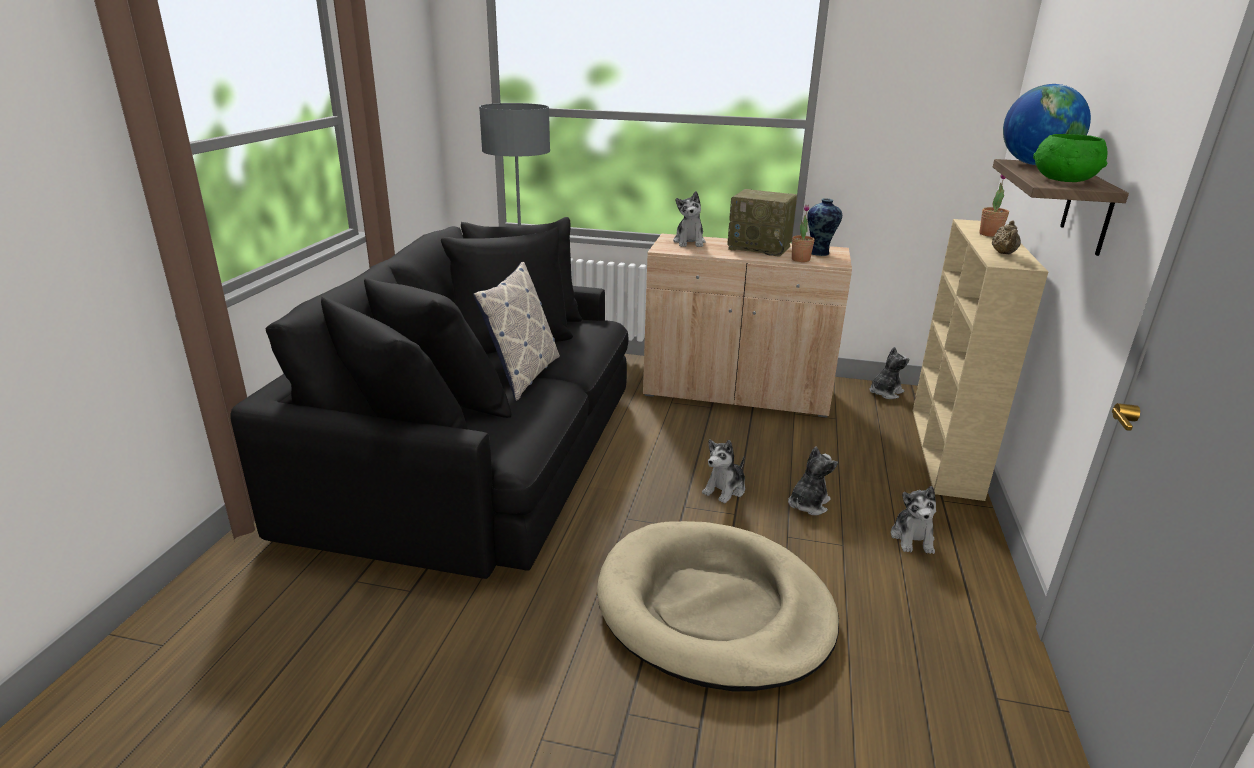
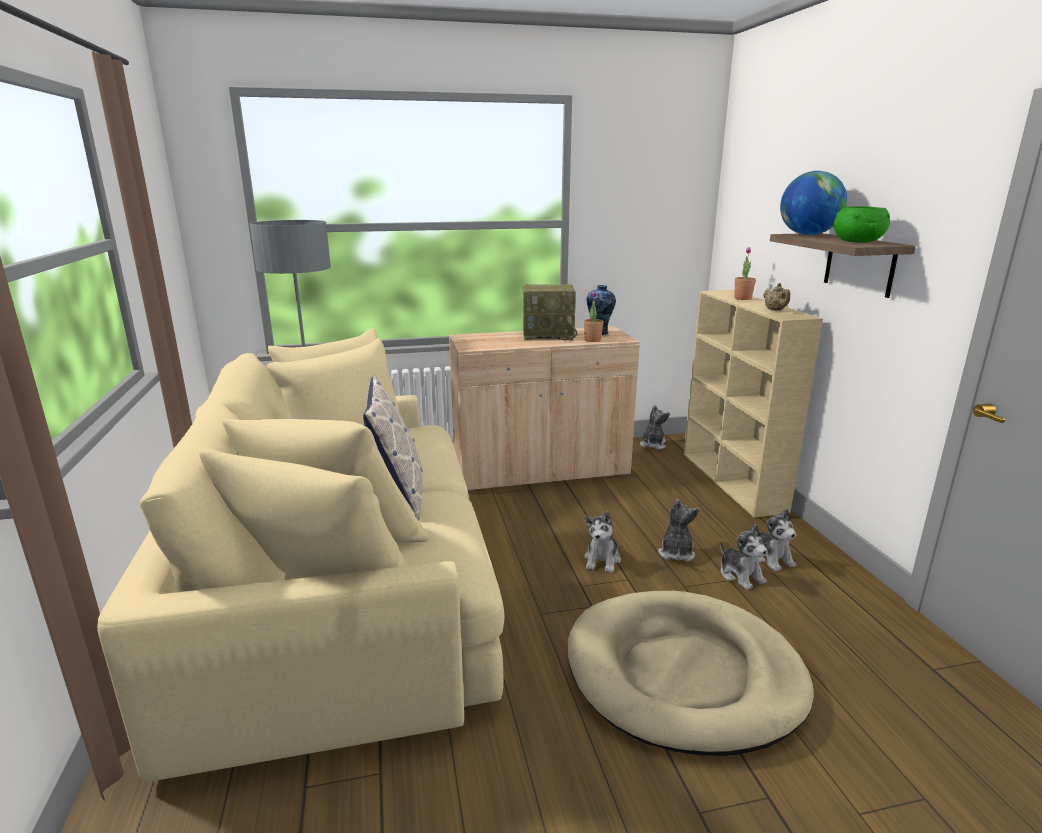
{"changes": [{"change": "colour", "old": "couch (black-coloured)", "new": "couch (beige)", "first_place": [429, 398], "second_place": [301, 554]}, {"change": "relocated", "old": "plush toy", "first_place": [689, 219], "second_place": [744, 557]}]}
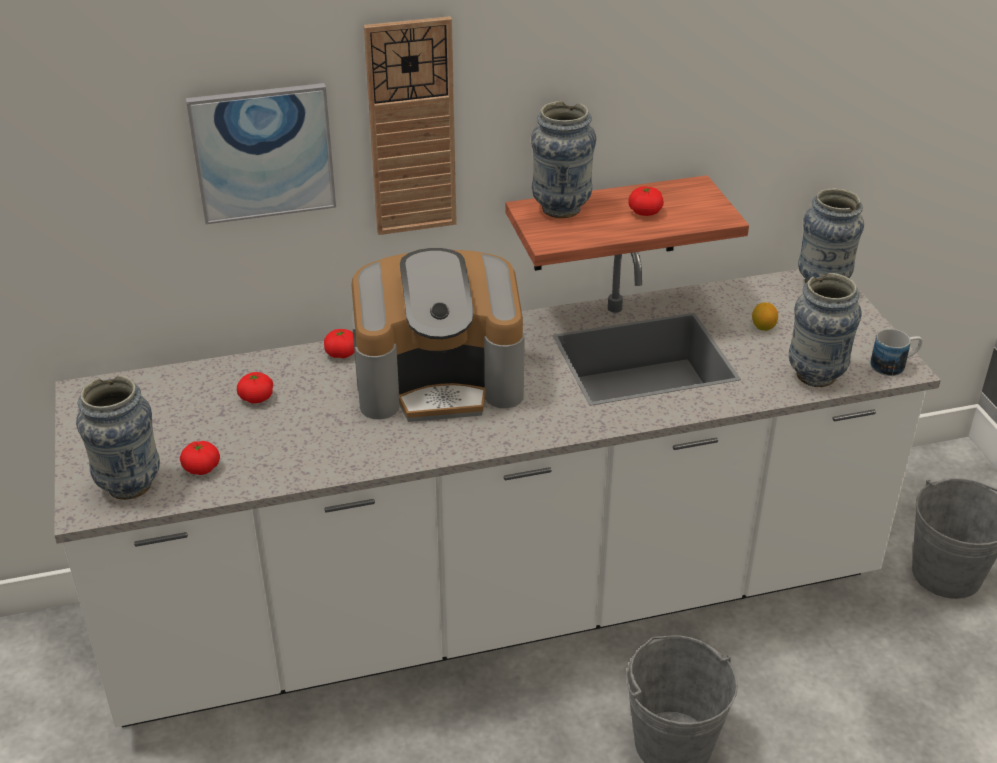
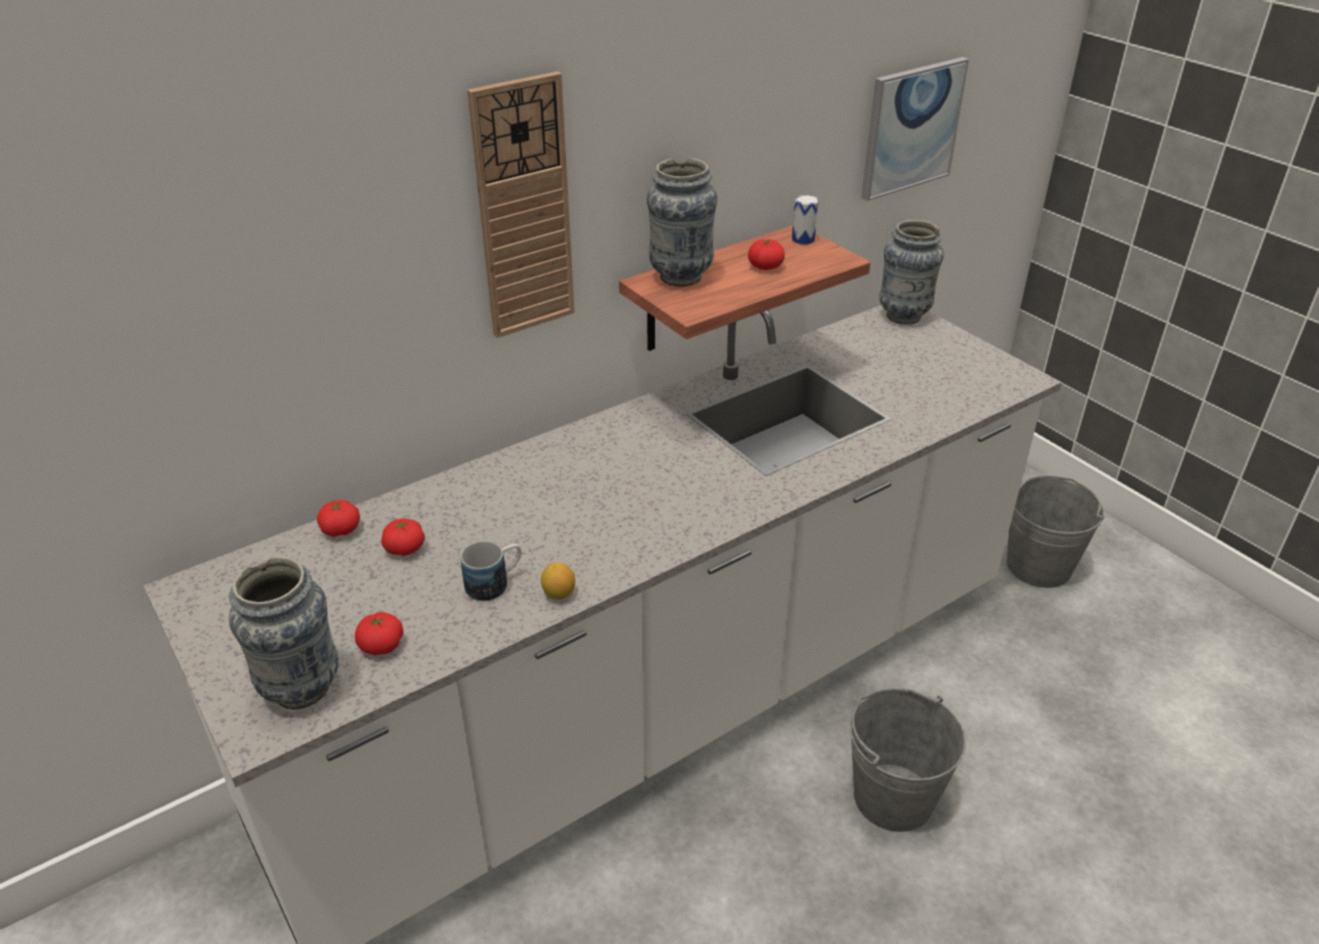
{"changes": [{"change": "relocated", "old": "wall art", "first_place": [261, 153], "second_place": [915, 129]}, {"change": "relocated", "old": "tomato", "first_place": [339, 343], "second_place": [338, 518]}, {"change": "missing", "old": "coffee machine", "first_place": [438, 335]}, {"change": "relocated", "old": "citrus fruit", "first_place": [765, 316], "second_place": [558, 581]}, {"change": "missing", "old": "vase", "first_place": [825, 330]}, {"change": "relocated", "old": "tea mug", "first_place": [896, 352], "second_place": [491, 571]}, {"change": "appeared", "new": "sealed can", "second_place": [805, 220]}]}
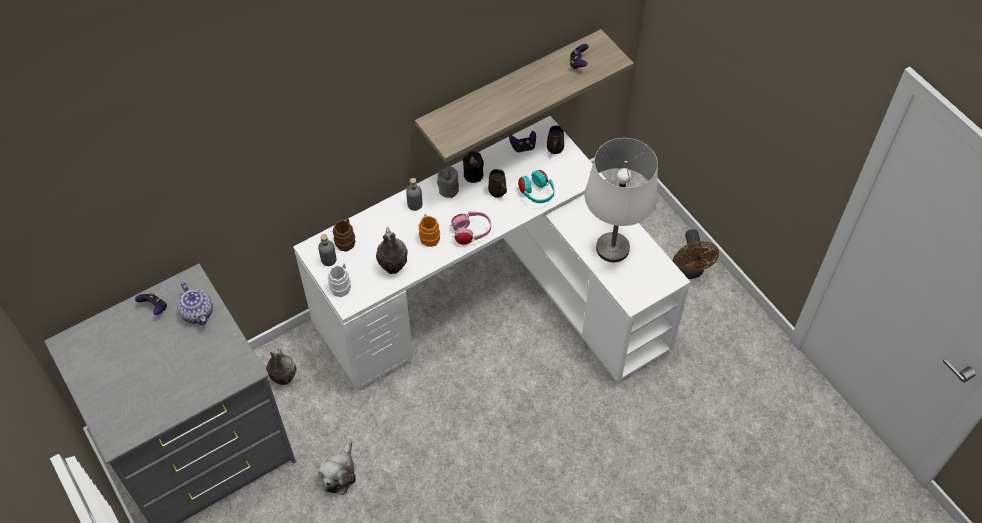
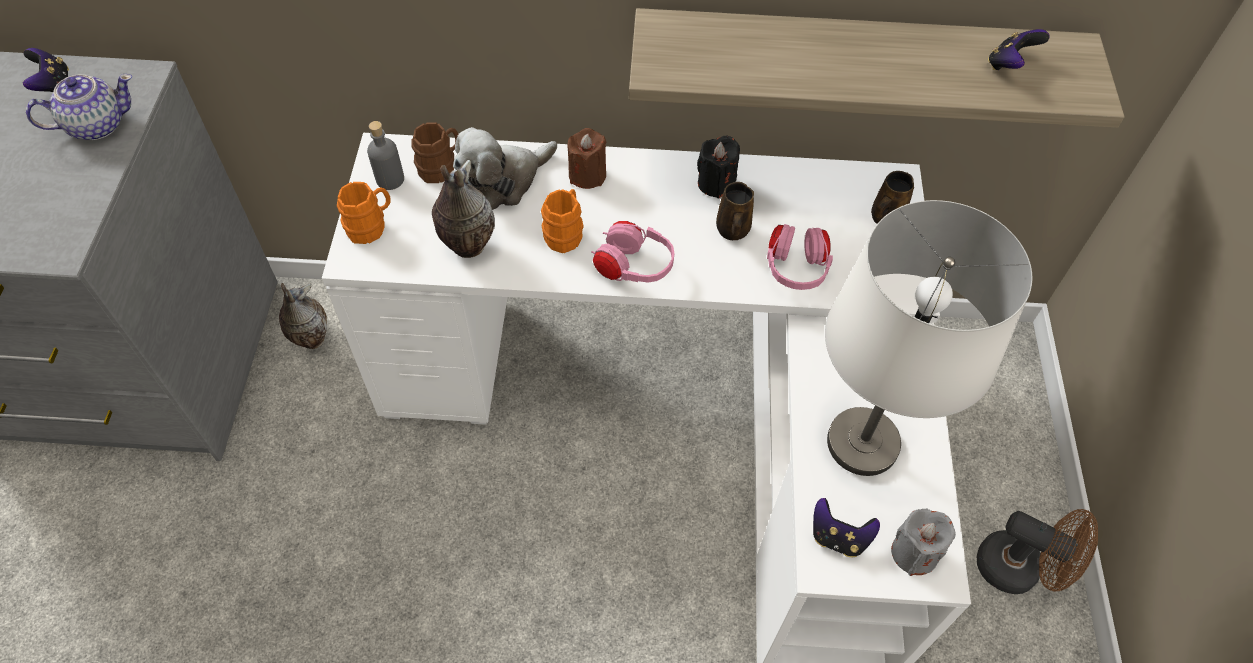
{"changes": [{"change": "spun", "old": "tea pot", "first_place": [195, 303], "second_place": [79, 107], "degrees": -120}, {"change": "relocated", "old": "plush toy", "first_place": [337, 467], "second_place": [505, 168]}, {"change": "colour", "old": "tea mug (white)", "new": "tea mug (orangey)", "first_place": [339, 280], "second_place": [364, 213]}, {"change": "exchanged", "old": "beverage bottle (grey)", "new": "candle (brown)", "first_place": [414, 194], "second_place": [586, 158]}, {"change": "relocated", "old": "candle (grey)", "first_place": [448, 182], "second_place": [923, 542]}, {"change": "relocated", "old": "joypad", "first_place": [522, 142], "second_place": [846, 527]}, {"change": "colour", "old": "headset (blue-green)", "new": "headset (pinkish)", "first_place": [536, 186], "second_place": [800, 257]}, {"change": "spun", "old": "cooling fan (brown)", "first_place": [696, 254], "second_place": [1037, 551], "degrees": -90}]}
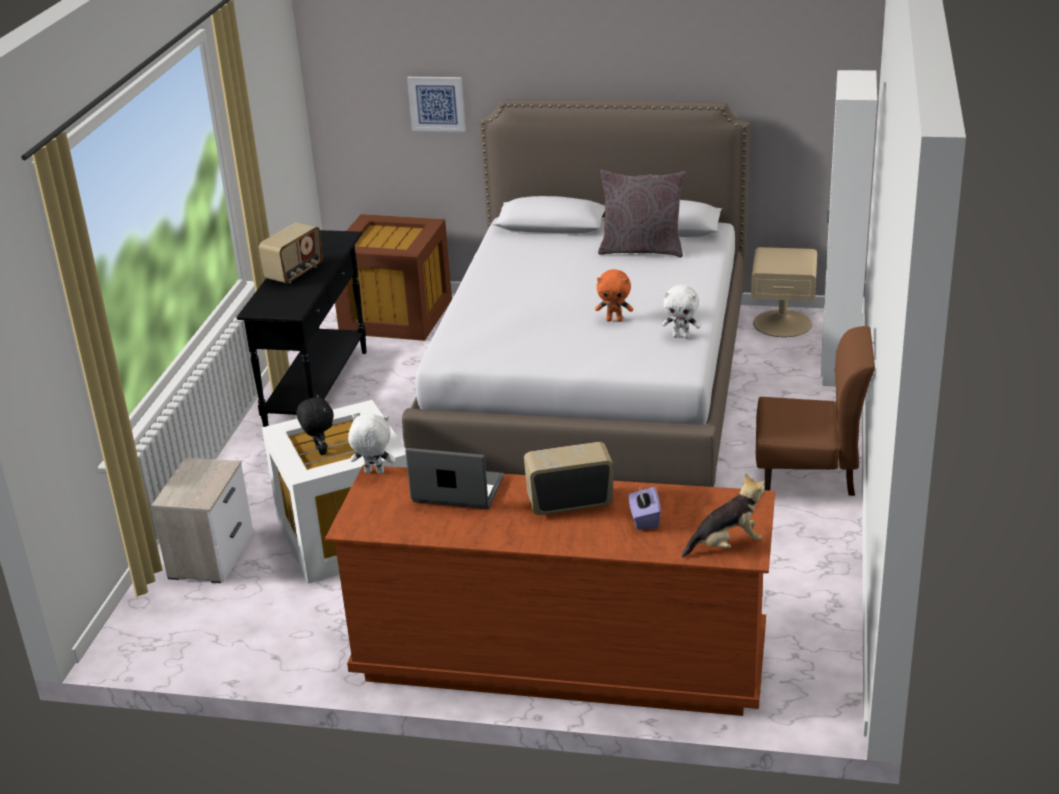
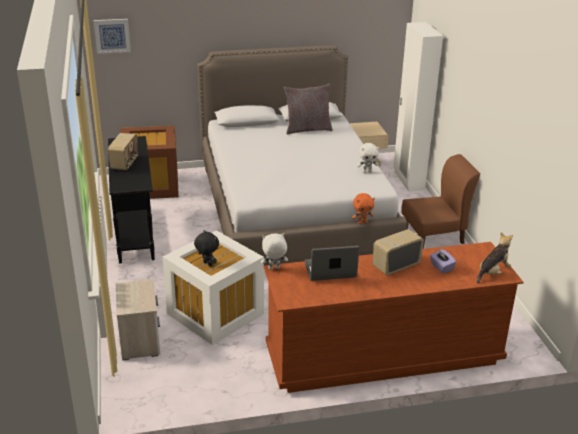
{"changes": [{"change": "relocated", "old": "wall art", "first_place": [436, 104], "second_place": [112, 36]}, {"change": "relocated", "old": "plush toy (orangey)", "first_place": [614, 295], "second_place": [363, 208]}]}
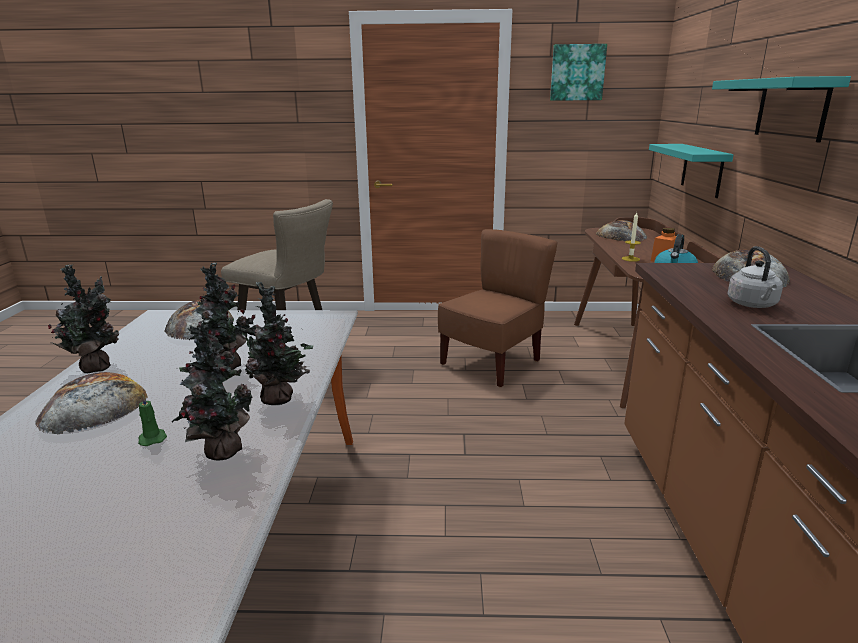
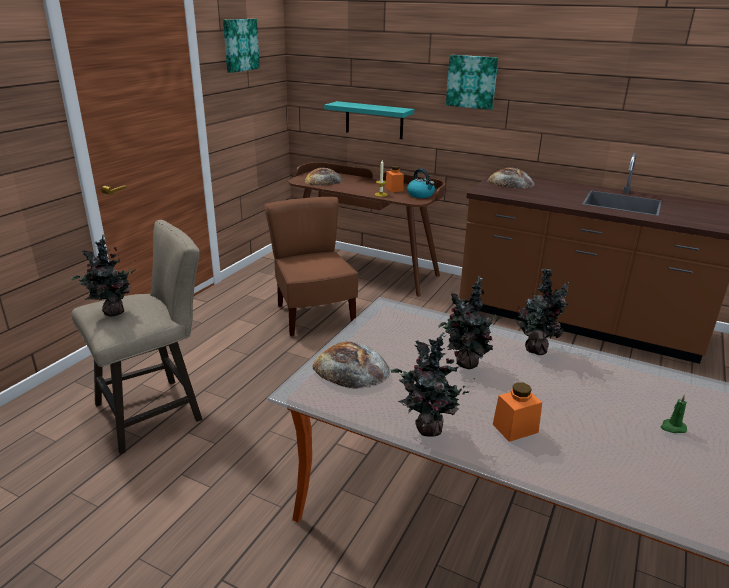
{"changes": [{"change": "exchanged", "old": "bakery bread", "new": "preserve jar (orangey)", "first_place": [91, 403], "second_place": [517, 412]}, {"change": "relocated", "old": "candle (green-coloured)", "first_place": [152, 420], "second_place": [673, 413]}, {"change": "relocated", "old": "plant in a pot", "first_place": [212, 389], "second_place": [103, 276]}, {"change": "exchanged", "old": "wall shelf (blue-green)", "new": "wall art", "first_place": [781, 109], "second_place": [472, 82]}, {"change": "missing", "old": "tea kettle (grey)", "first_place": [755, 277]}]}
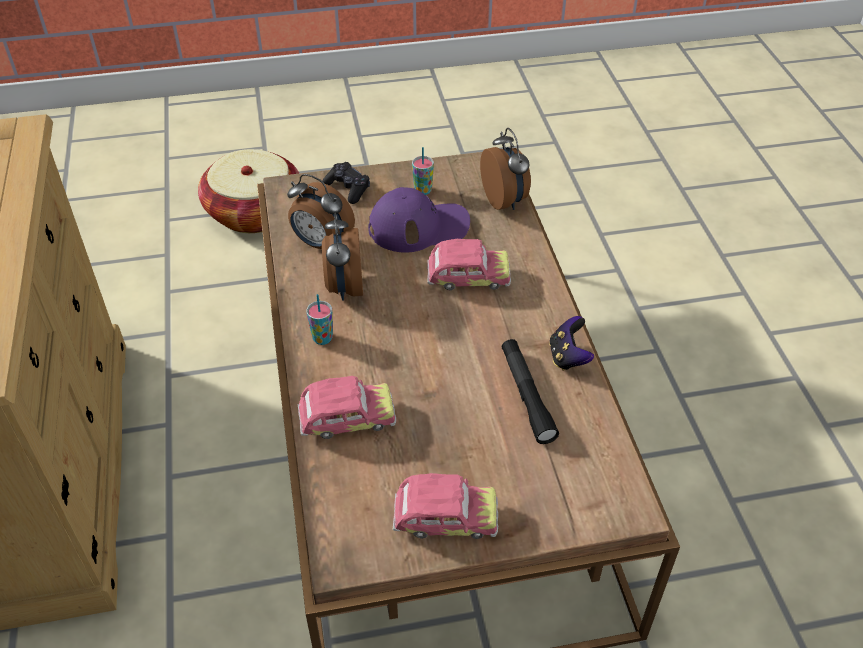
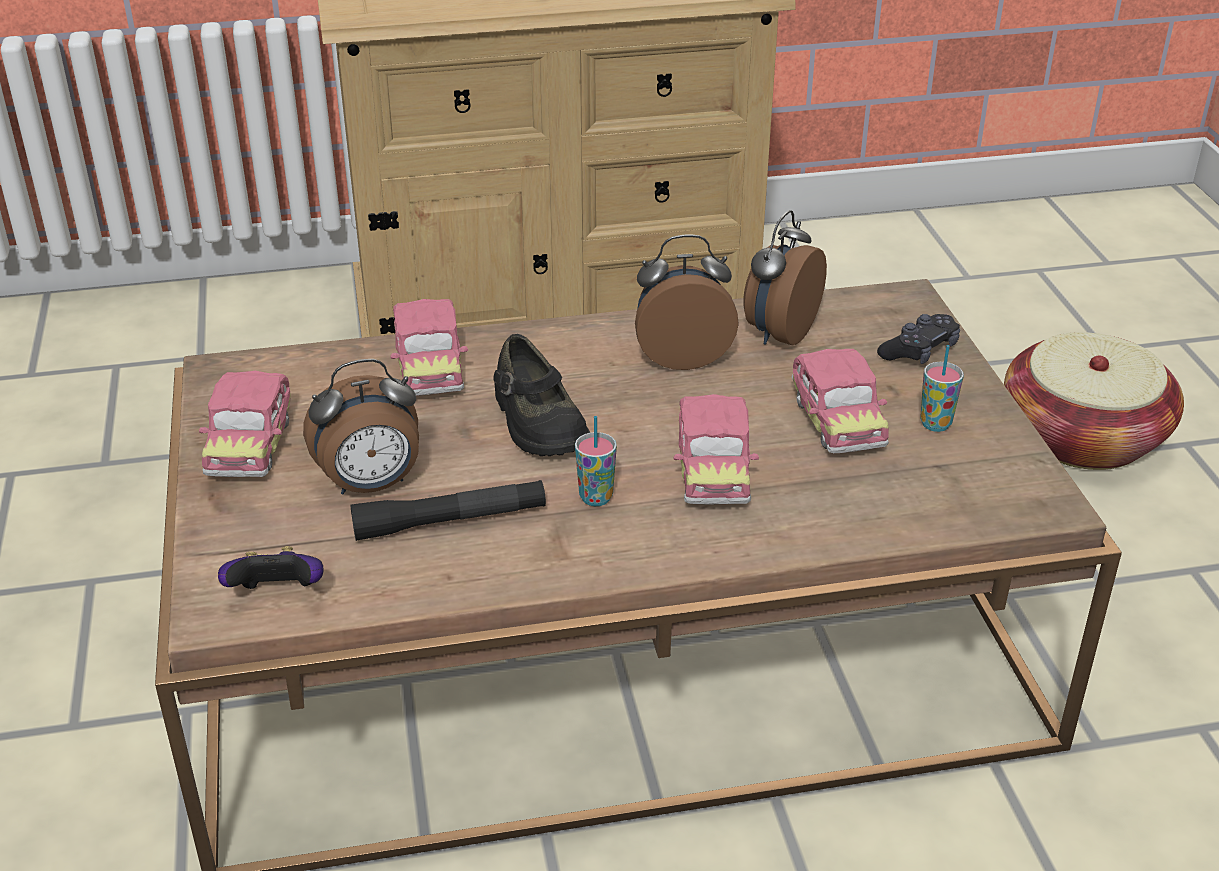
{"changes": [{"change": "relocated", "old": "small cup", "first_place": [319, 319], "second_place": [596, 461]}, {"change": "exchanged", "old": "baseball cap (purplish)", "new": "miniature car", "first_place": [419, 220], "second_place": [840, 401]}, {"change": "relocated", "old": "bedside clock", "first_place": [505, 169], "second_place": [361, 426]}, {"change": "relocated", "old": "joypad", "first_place": [571, 343], "second_place": [270, 567]}, {"change": "appeared", "new": "shoe (black-coloured)", "second_place": [541, 395]}]}
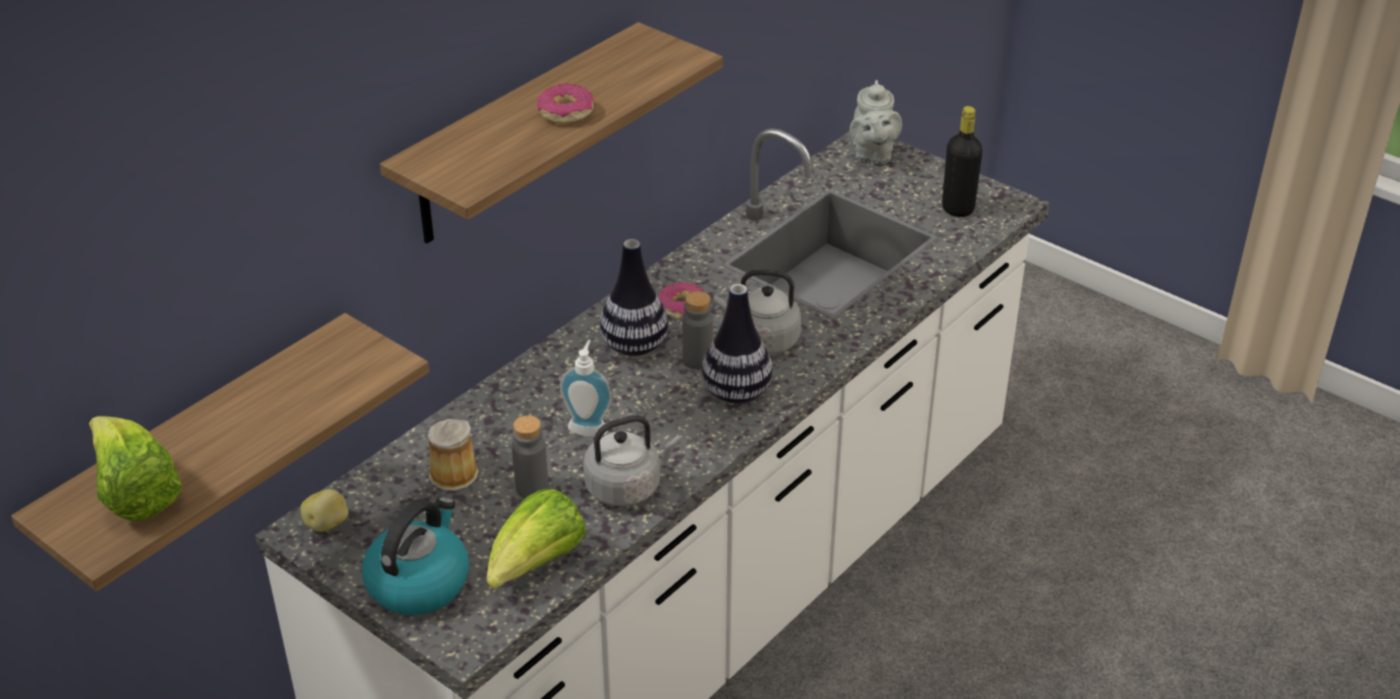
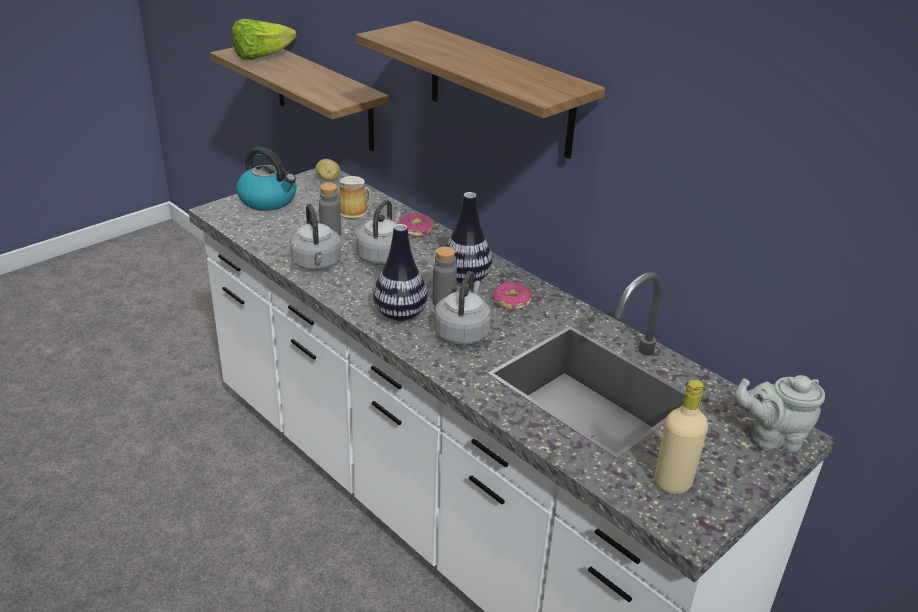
{"changes": [{"change": "missing", "old": "lettuce", "first_place": [536, 539]}, {"change": "relocated", "old": "donut", "first_place": [565, 103], "second_place": [416, 225]}, {"change": "exchanged", "old": "liquid soap bottle", "new": "tea kettle (grey)", "first_place": [586, 388], "second_place": [379, 232]}, {"change": "colour", "old": "beverage bottle (black-coloured)", "new": "beverage bottle (beige)", "first_place": [962, 161], "second_place": [681, 437]}]}
